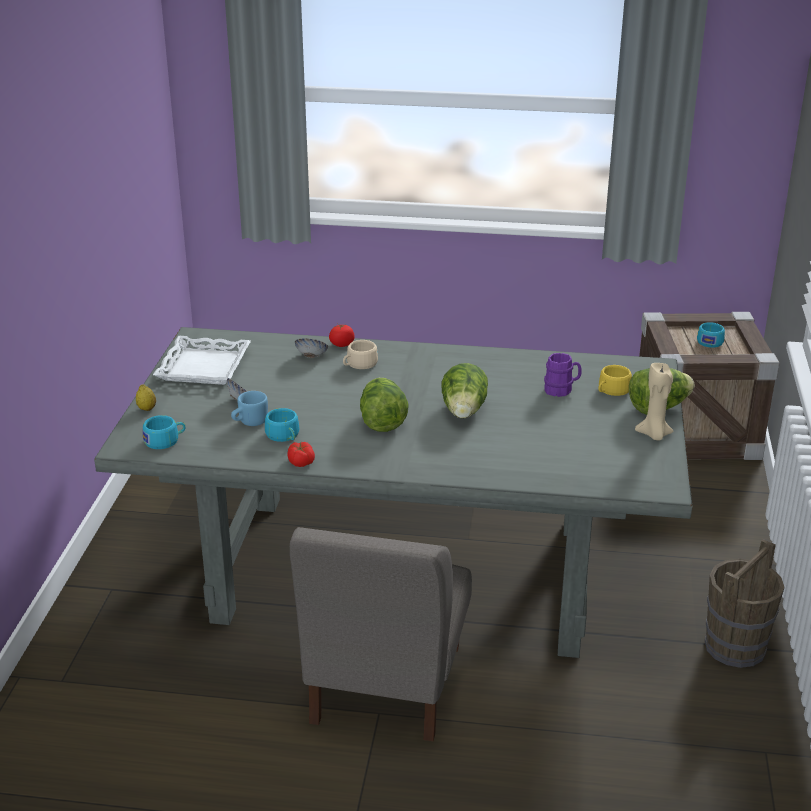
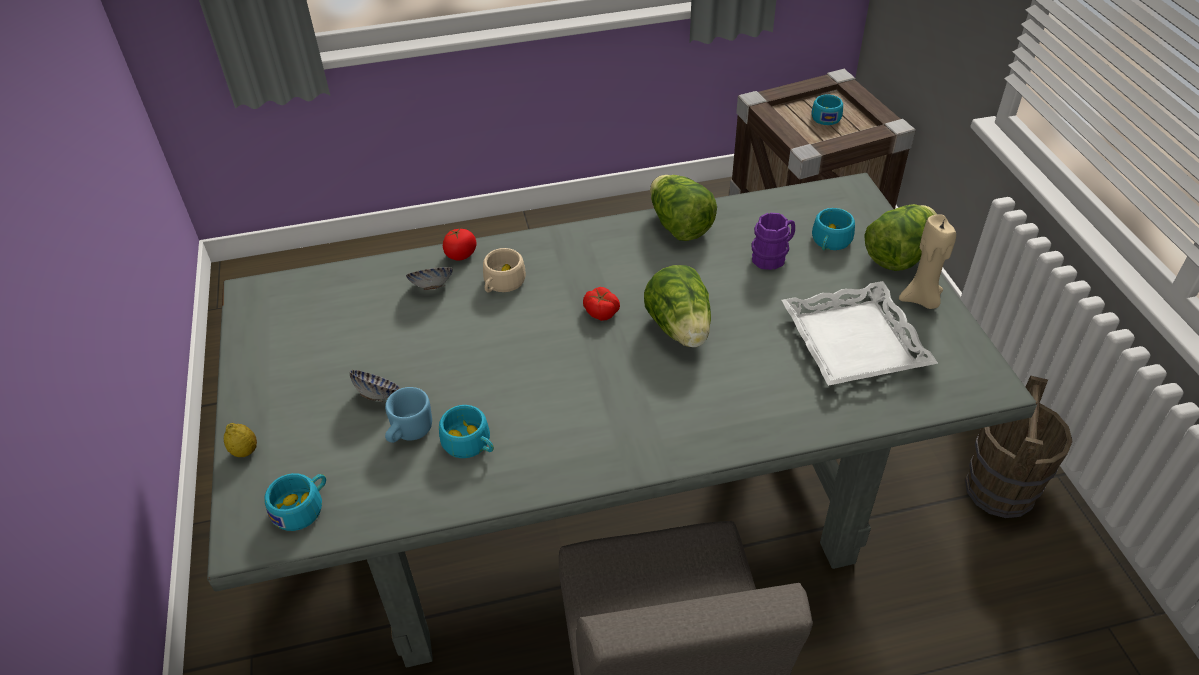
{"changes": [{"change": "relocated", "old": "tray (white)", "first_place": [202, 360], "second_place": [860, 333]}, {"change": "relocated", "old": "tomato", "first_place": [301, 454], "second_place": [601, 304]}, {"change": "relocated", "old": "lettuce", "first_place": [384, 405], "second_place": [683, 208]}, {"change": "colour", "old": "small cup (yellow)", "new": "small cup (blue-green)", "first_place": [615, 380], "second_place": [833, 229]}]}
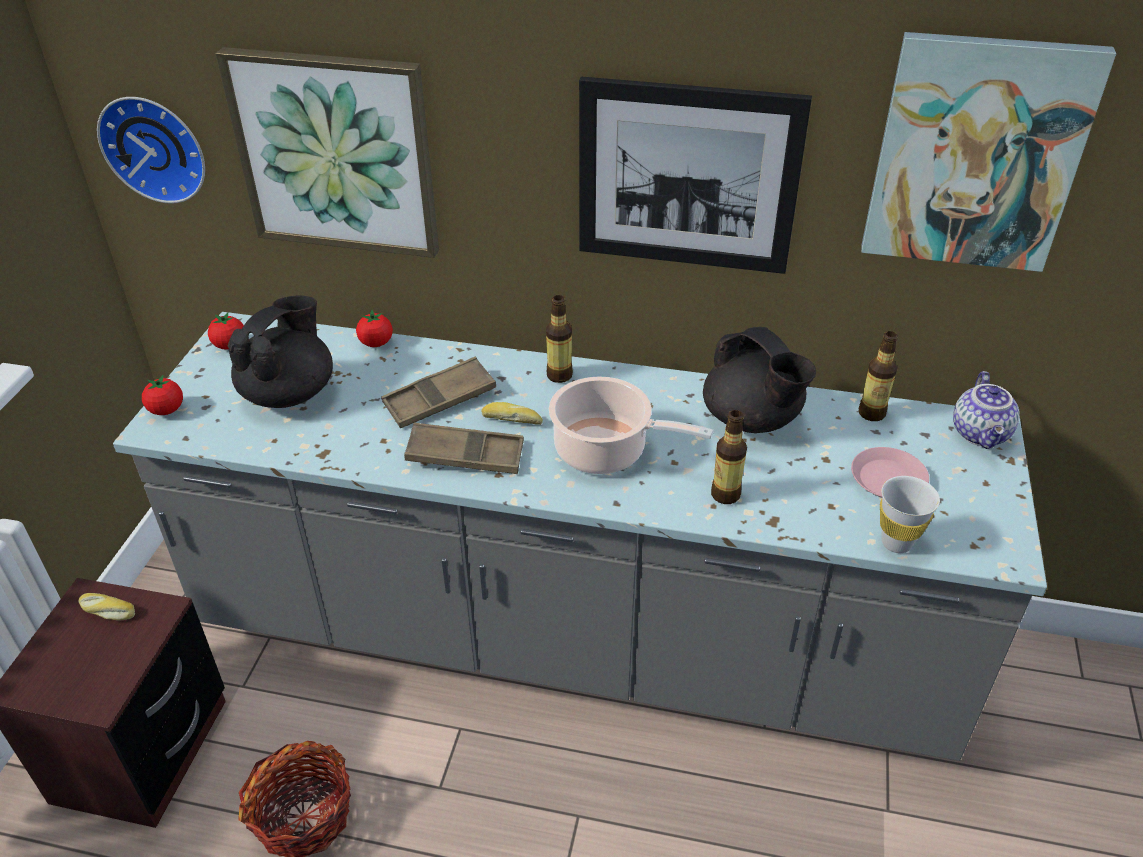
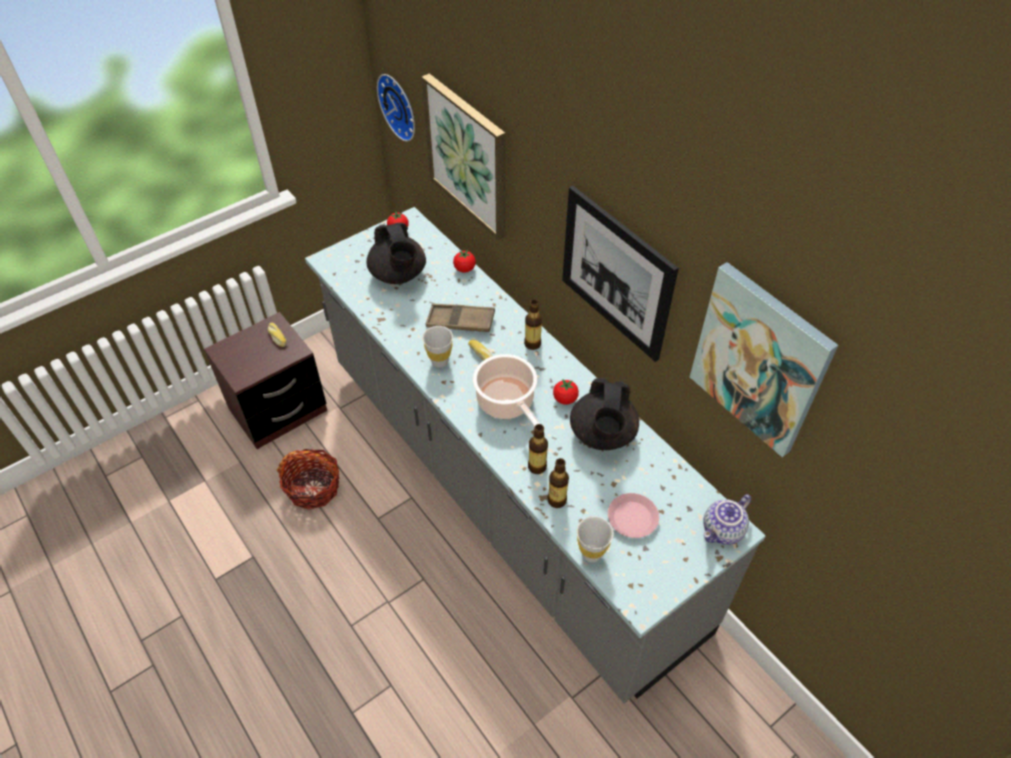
{"changes": [{"change": "relocated", "old": "tomato", "first_place": [162, 395], "second_place": [566, 392]}, {"change": "spun", "old": "tea pot (black-coloured)", "first_place": [280, 352], "second_place": [396, 253], "degrees": 90}, {"change": "exchanged", "old": "tray (brown)", "new": "small cup (white)", "first_place": [464, 448], "second_place": [437, 347]}, {"change": "relocated", "old": "beverage bottle", "first_place": [878, 376], "second_place": [558, 483]}]}
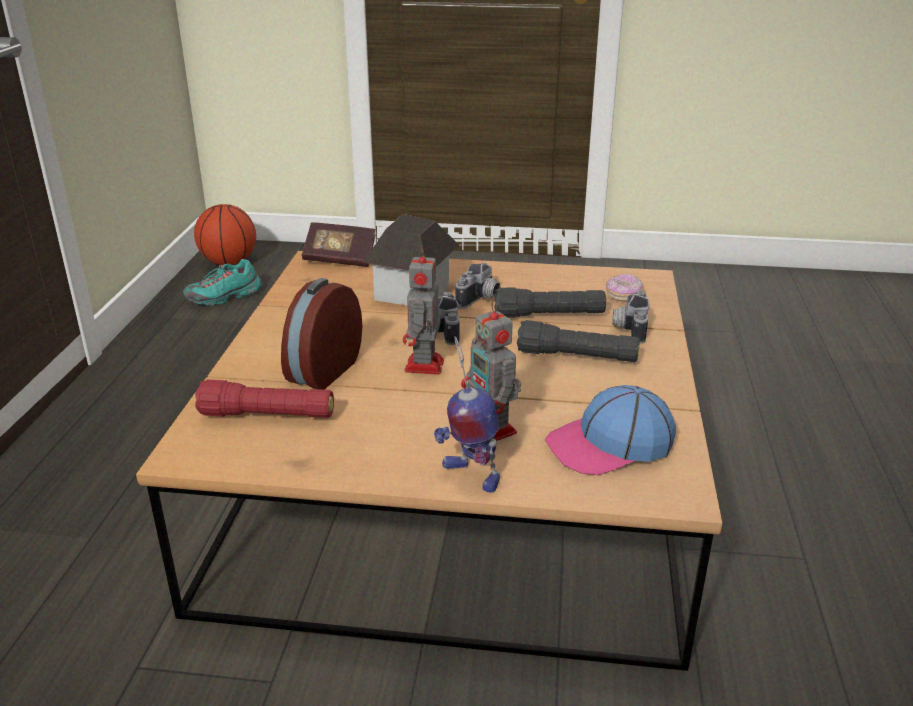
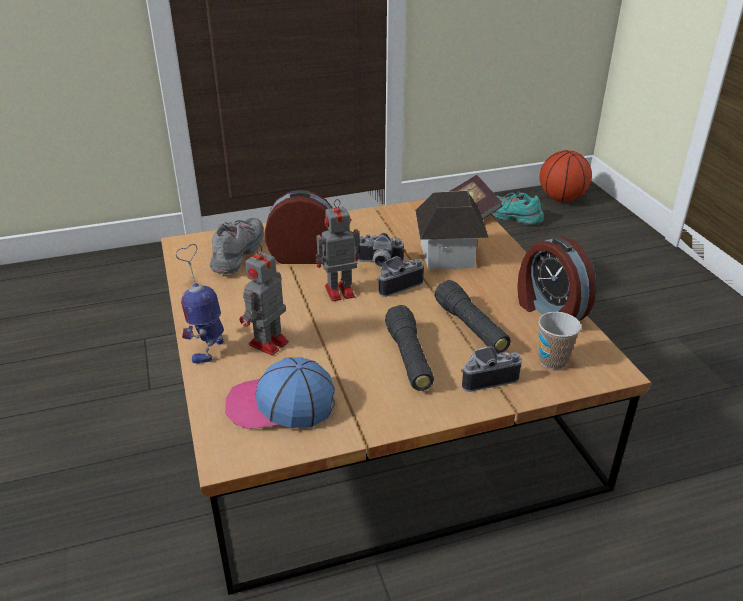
{"changes": [{"change": "exchanged", "old": "torch (reddish)", "new": "shoe (grey)", "first_place": [264, 398], "second_place": [237, 246]}, {"change": "relocated", "old": "still camera", "first_place": [478, 286], "second_place": [381, 250]}, {"change": "spun", "old": "baseball cap", "first_place": [610, 430], "second_place": [280, 393], "degrees": -45}, {"change": "exchanged", "old": "donut", "new": "small cup", "first_place": [625, 288], "second_place": [559, 341]}, {"change": "appeared", "new": "bedside clock", "second_place": [556, 278]}]}
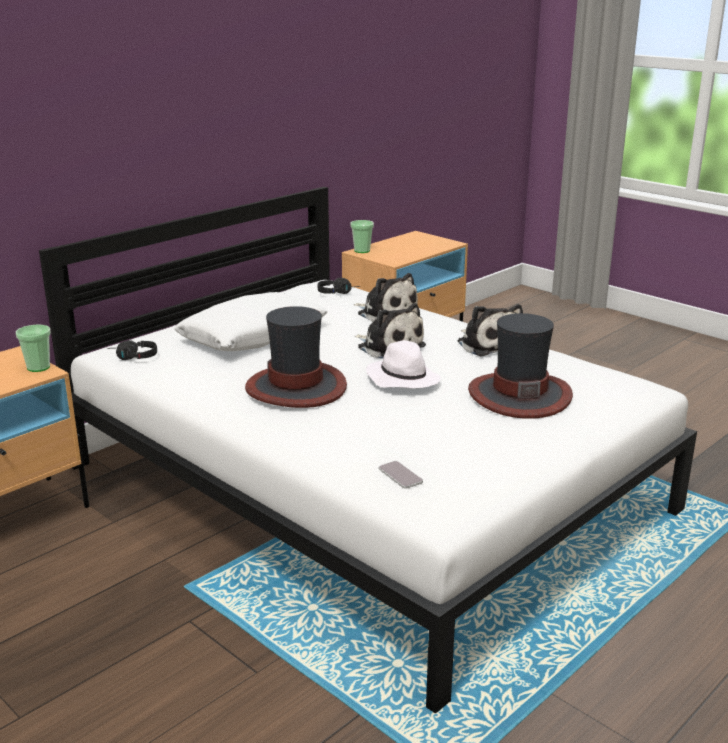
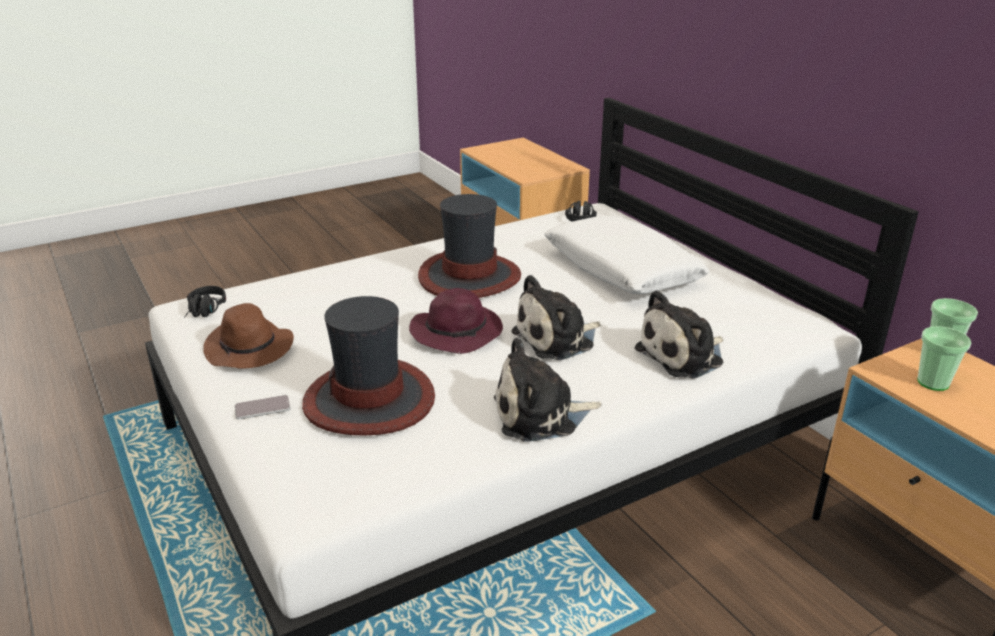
{"changes": [{"change": "relocated", "old": "small cup", "first_place": [33, 348], "second_place": [944, 358]}, {"change": "relocated", "old": "headset (black-coloured)", "first_place": [339, 286], "second_place": [205, 302]}, {"change": "colour", "old": "hat (white)", "new": "hat (purplish)", "first_place": [403, 364], "second_place": [456, 321]}, {"change": "relocated", "old": "handset", "first_place": [401, 475], "second_place": [262, 407]}, {"change": "appeared", "new": "hat (brown)", "second_place": [248, 336]}]}
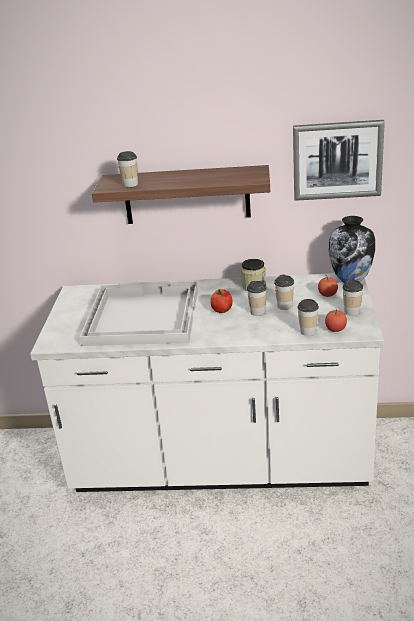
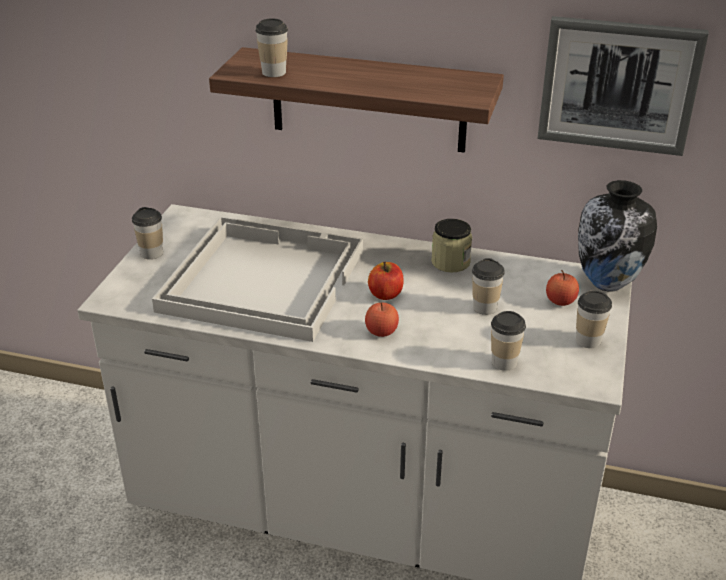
{"changes": [{"change": "relocated", "old": "small cup", "first_place": [257, 298], "second_place": [147, 233]}, {"change": "relocated", "old": "whole apple", "first_place": [336, 320], "second_place": [382, 320]}]}
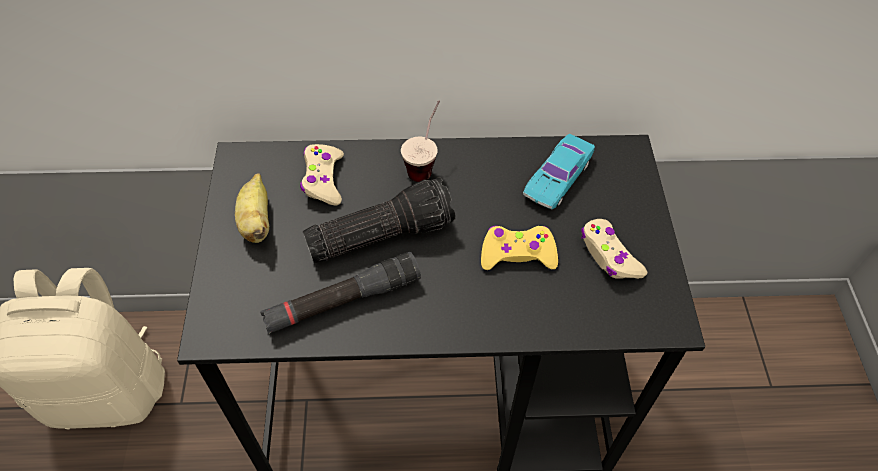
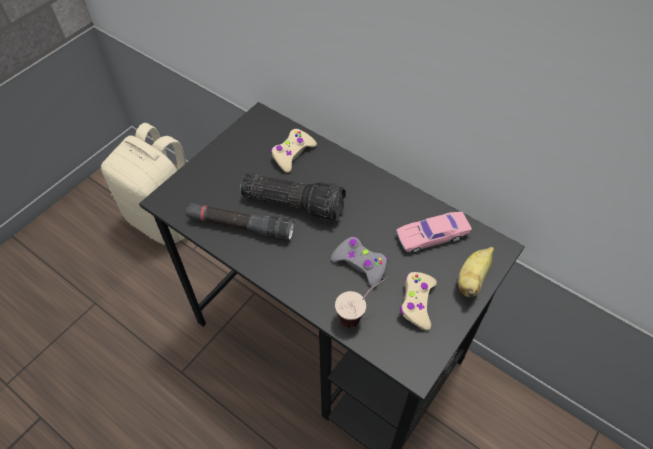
{"changes": [{"change": "relocated", "old": "whole banana", "first_place": [252, 208], "second_place": [476, 272]}, {"change": "relocated", "old": "small cup", "first_place": [420, 141], "second_place": [362, 302]}, {"change": "colour", "old": "joypad (yellow)", "new": "joypad (grey)", "first_place": [519, 248], "second_place": [359, 262]}, {"change": "colour", "old": "miniature car (blue-green)", "new": "miniature car (pinkish)", "first_place": [559, 171], "second_place": [434, 232]}]}
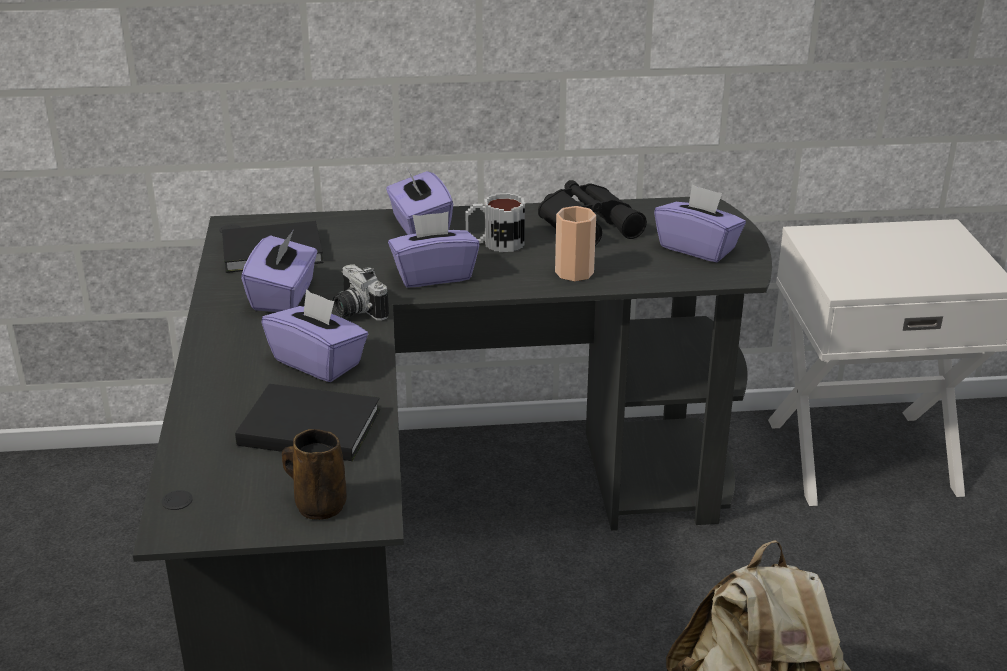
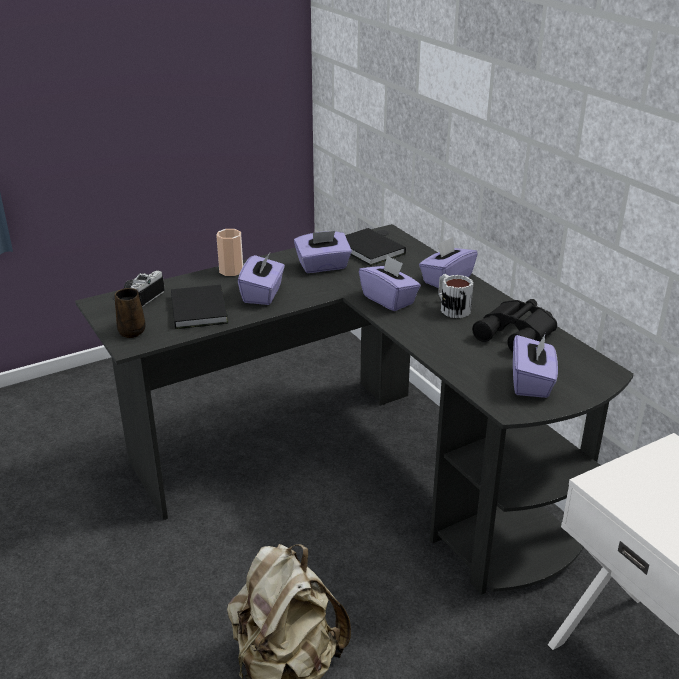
{"changes": [{"change": "relocated", "old": "still camera", "first_place": [361, 292], "second_place": [144, 288]}, {"change": "relocated", "old": "small cup", "first_place": [575, 243], "second_place": [229, 252]}]}
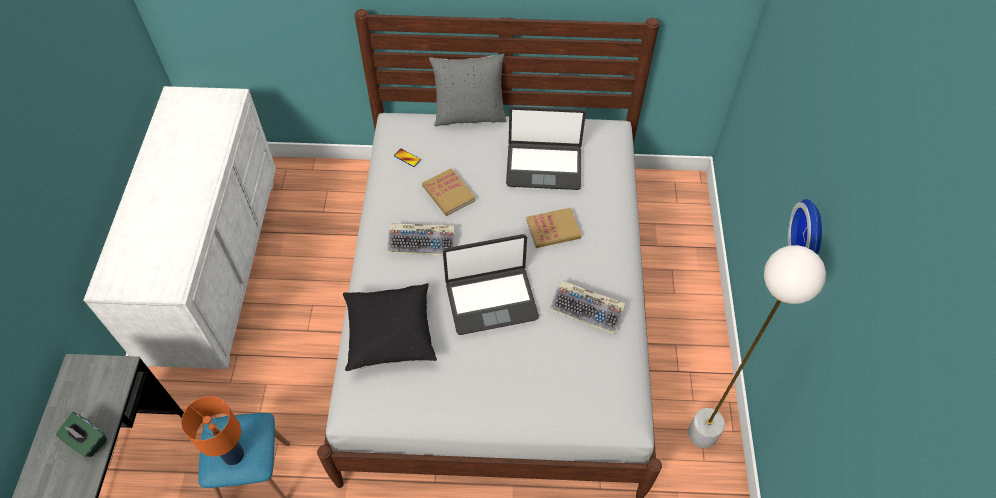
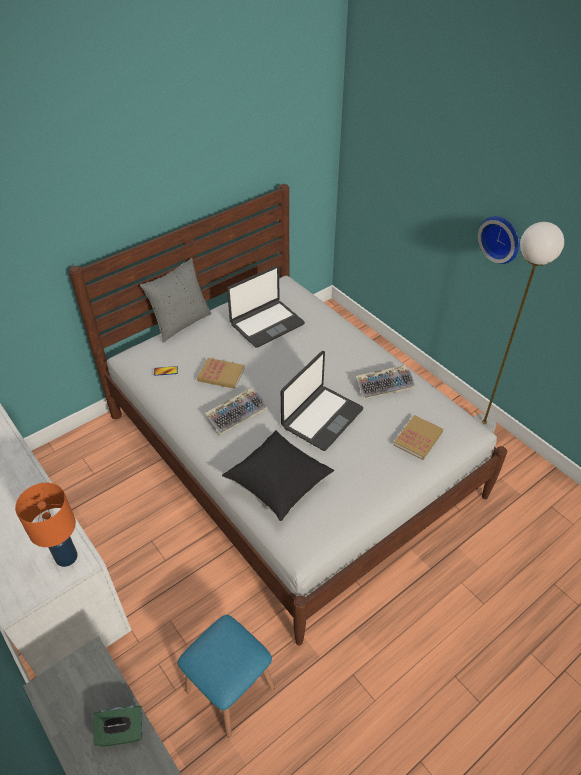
{"changes": [{"change": "relocated", "old": "table lamp (orangey)", "first_place": [212, 430], "second_place": [46, 525]}, {"change": "relocated", "old": "bound book", "first_place": [553, 228], "second_place": [418, 437]}]}
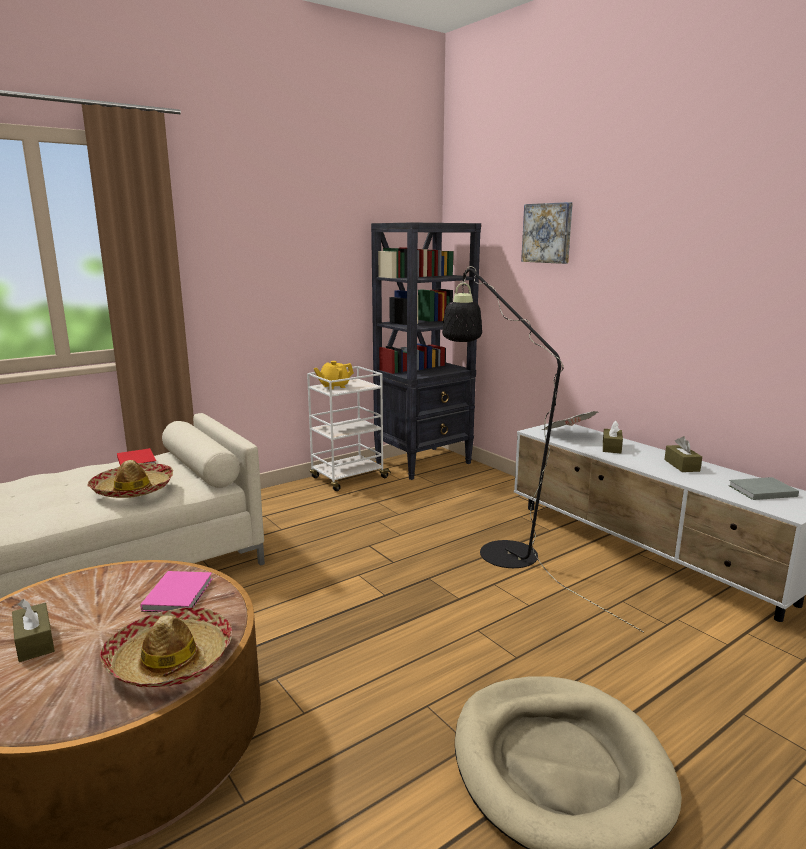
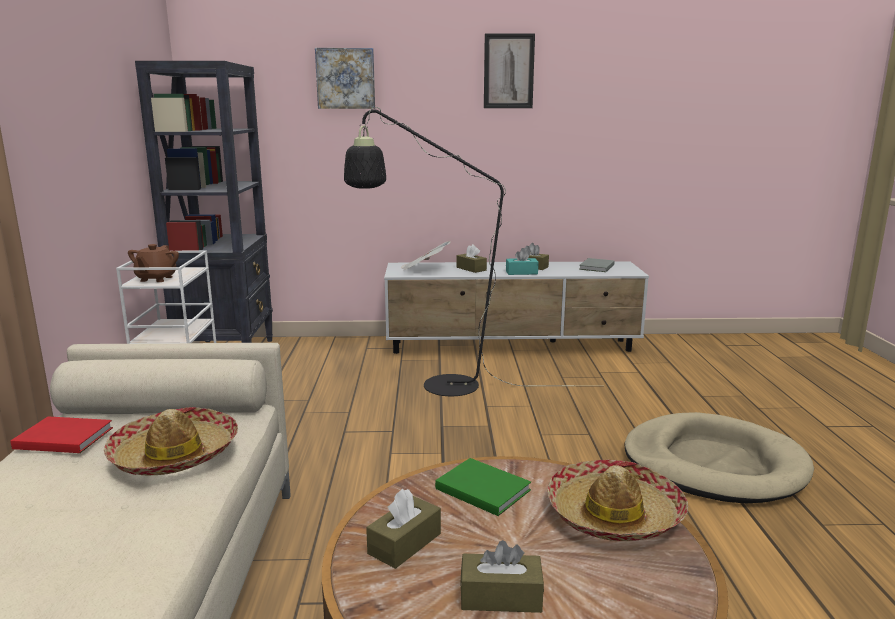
{"changes": [{"change": "colour", "old": "bound book (pinkish)", "new": "bound book (green-coloured)", "first_place": [176, 591], "second_place": [483, 487]}, {"change": "colour", "old": "tea pot (yellow)", "new": "tea pot (brown)", "first_place": [334, 375], "second_place": [153, 263]}, {"change": "appeared", "new": "tissue box (brown)", "second_place": [403, 529]}, {"change": "appeared", "new": "wall art", "second_place": [509, 70]}, {"change": "appeared", "new": "tissue box (blue-green)", "second_place": [522, 261]}]}
